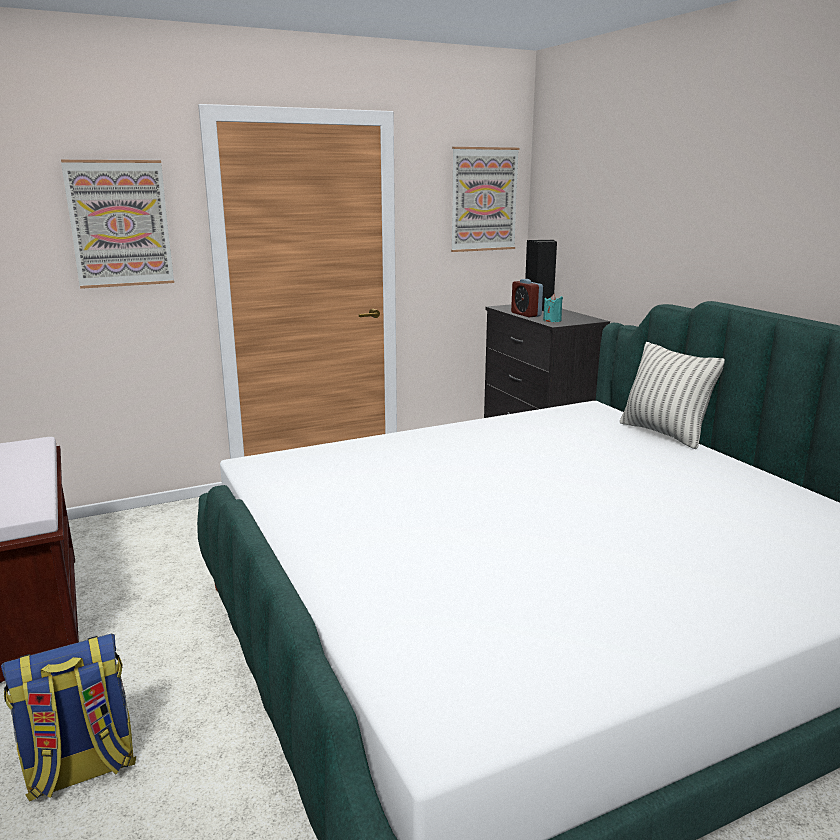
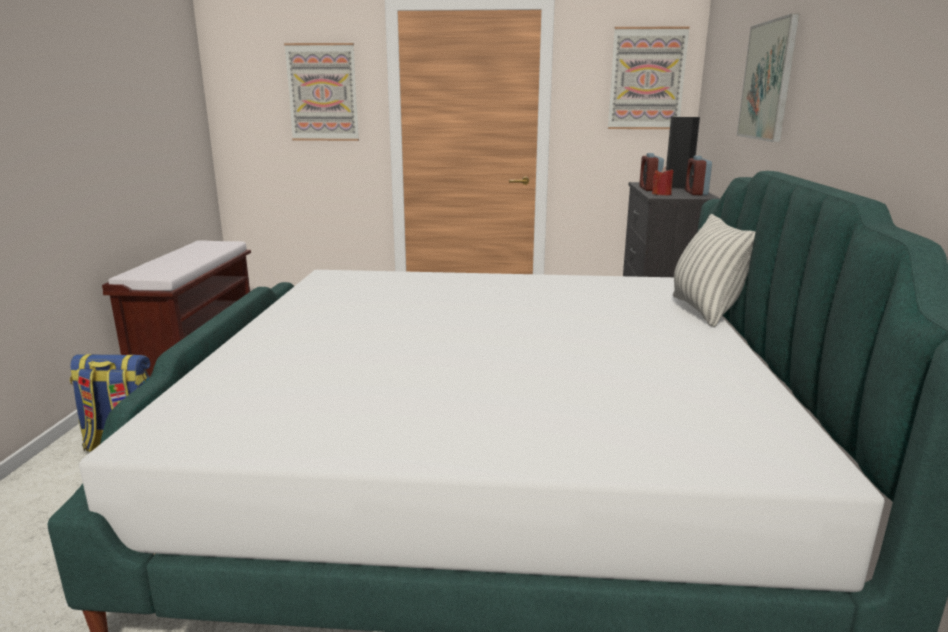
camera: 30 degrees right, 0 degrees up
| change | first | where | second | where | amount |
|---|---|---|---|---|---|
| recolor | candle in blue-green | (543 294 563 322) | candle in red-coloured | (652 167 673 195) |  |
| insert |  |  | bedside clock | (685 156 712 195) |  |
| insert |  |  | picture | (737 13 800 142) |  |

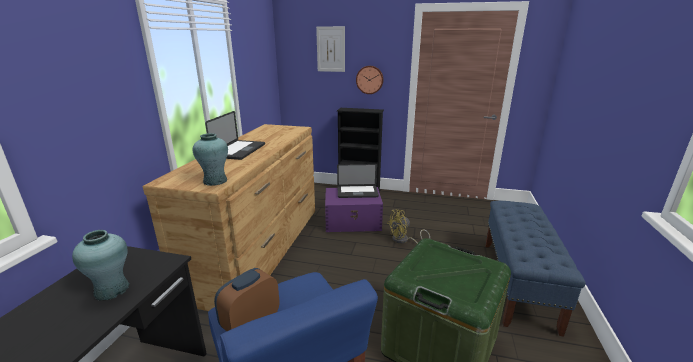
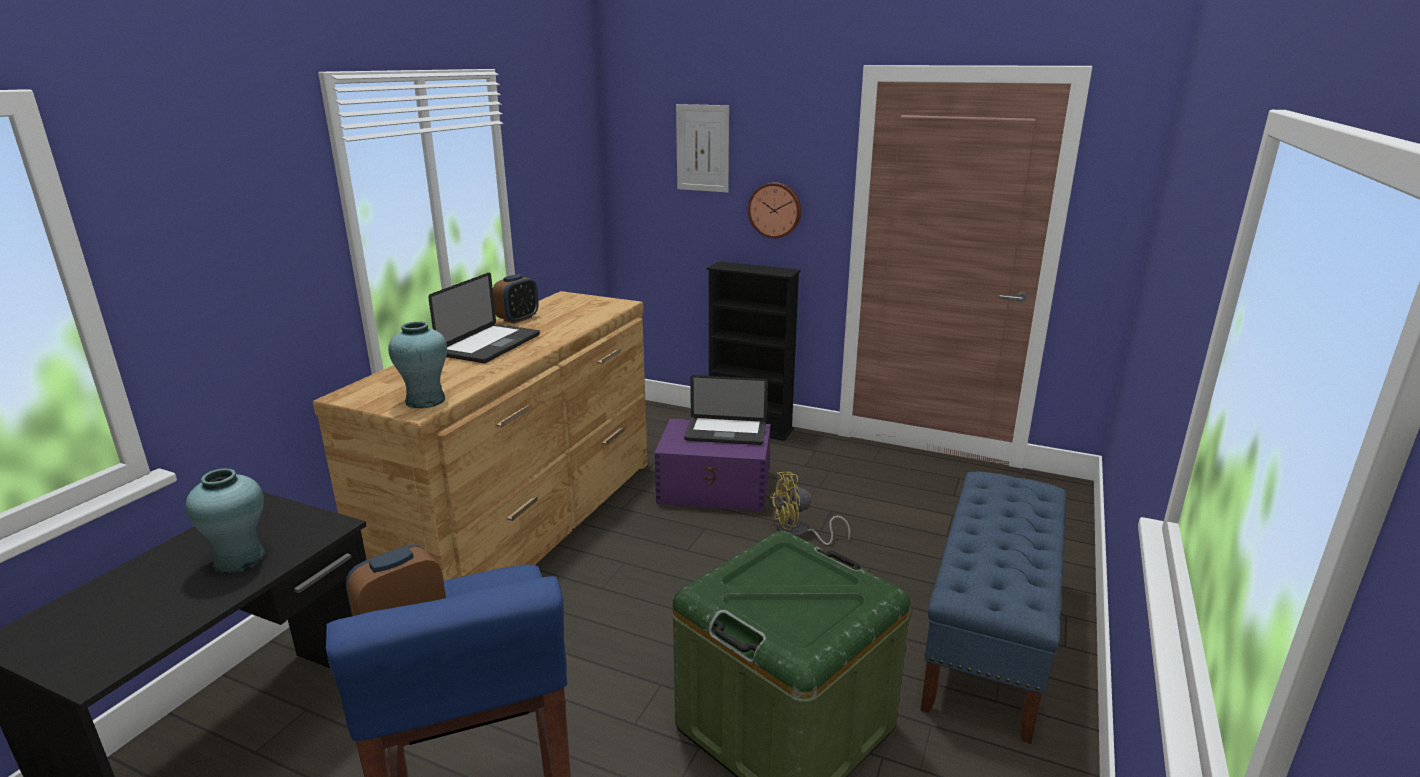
camera: 10 degrees right, 0 degrees up
| change | first | where | second | where | amount |
|---|---|---|---|---|---|
| insert |  |  | bedside clock | (493 274 539 324) |  |

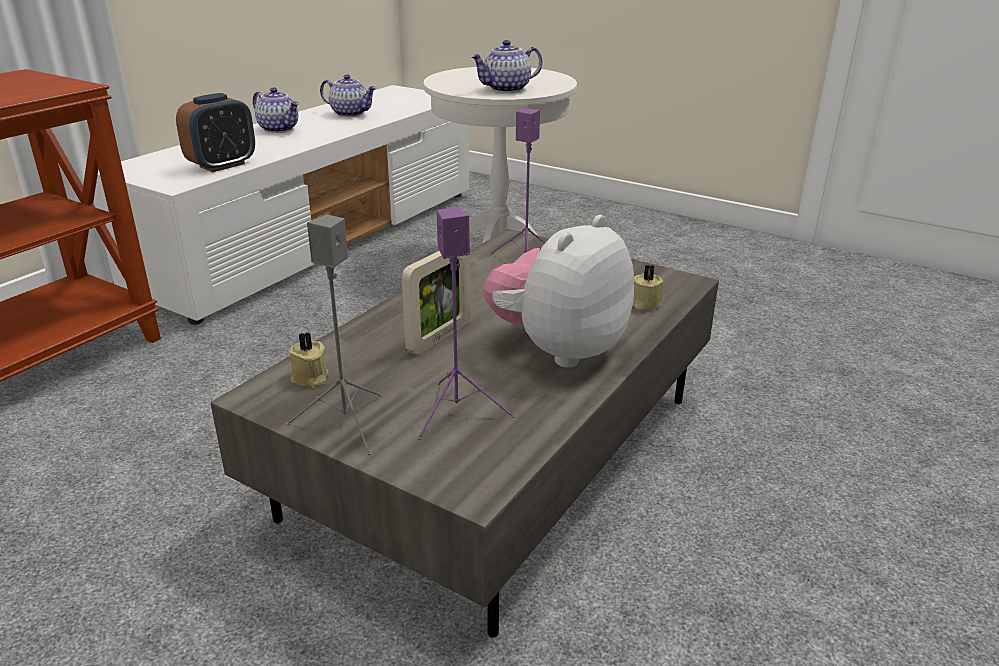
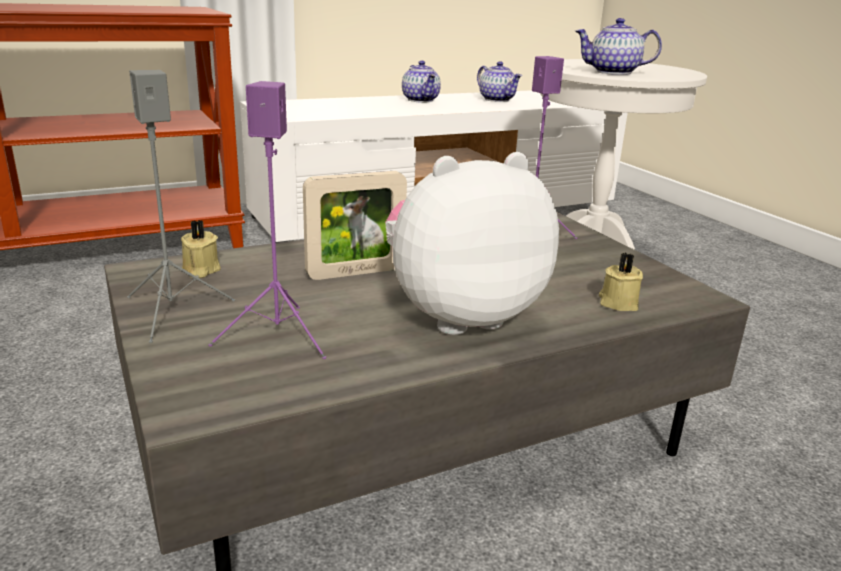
camera: 30 degrees right, 5 degrees down
| change | first | where | second | where | amount |
|---|---|---|---|---|---|
| delete | bedside clock | (176 93 255 172) |  |  |  |

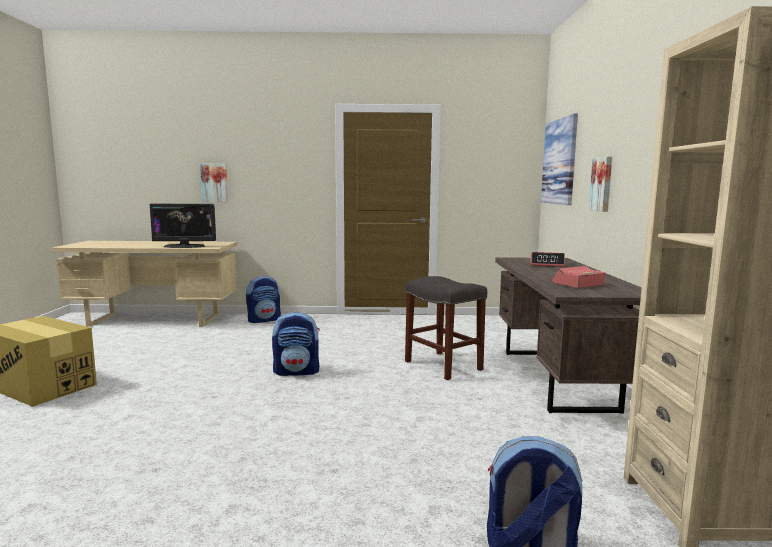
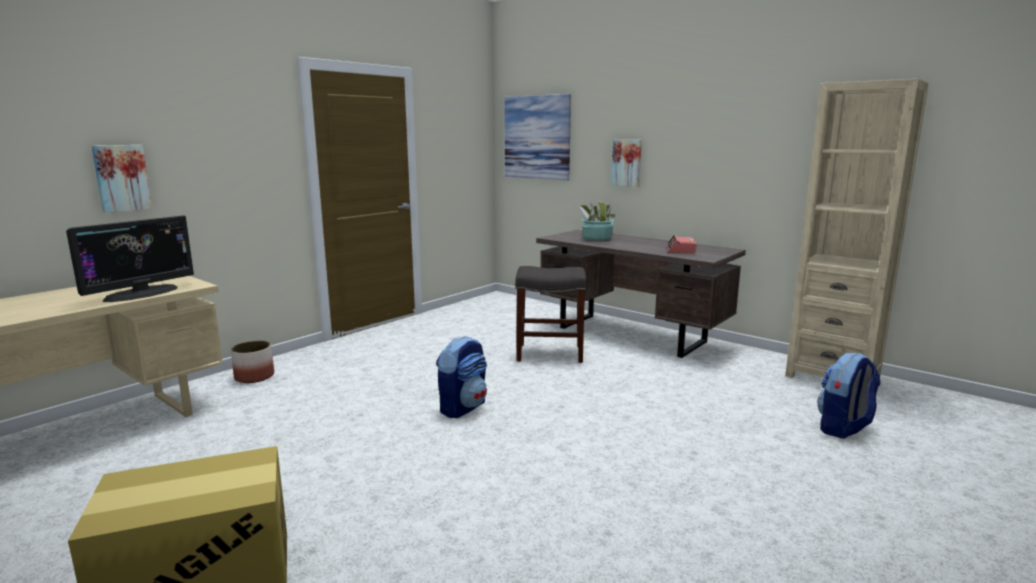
camera: 50 degrees left, 5 degrees up
| change | first | where | second | where | amount |
|---|---|---|---|---|---|
| replace | backpack | (246 276 281 323) | flower pot | (231 341 274 383) |  |
| replace | bedside clock | (530 252 565 267) | plant in a pot | (580 201 616 241) |  |

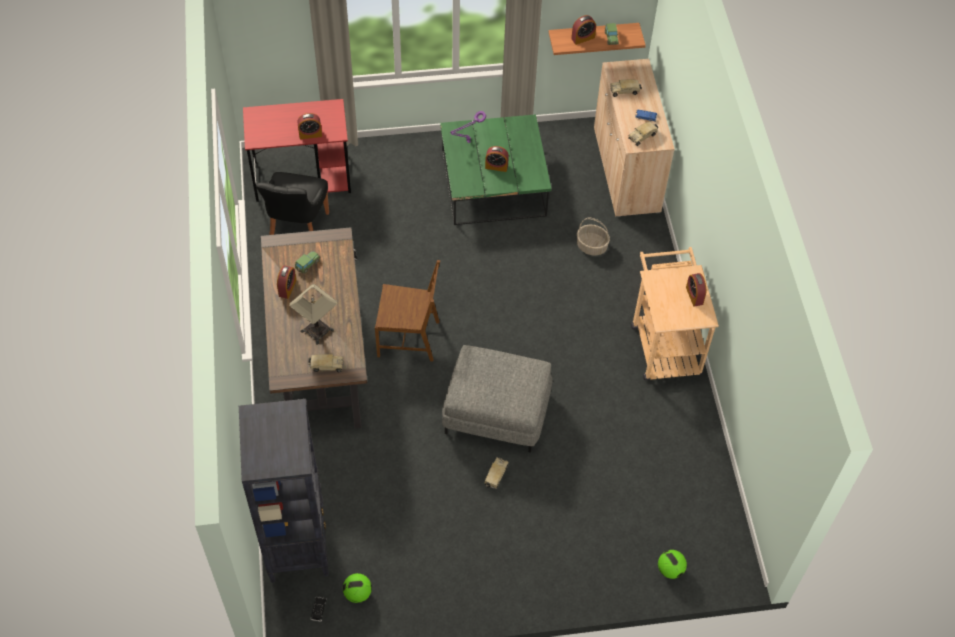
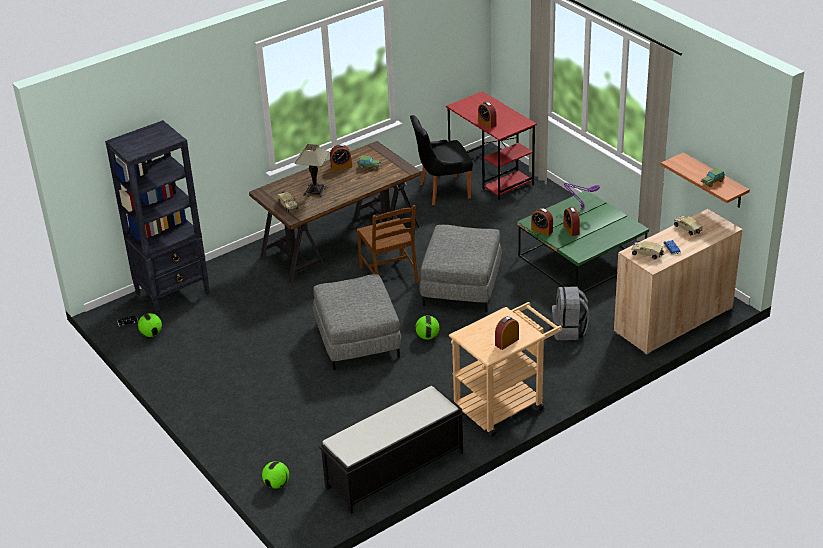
camera: 65 degrees right, 20 degrees down
| change | first | where | second | where | amount |
|---|---|---|---|---|---|
| delete | model truck | (484 457 509 489) |  |  |  |
| move | bedside clock | (571 15 596 45) |  | (531 208 553 236) |  |
| replace | basket | (577 218 610 256) | backpack in greyish | (552 286 589 340) |  |
| insert |  |  | long seat in black-coloured | (319 386 464 514) |  |
| insert |  |  | football | (415 315 440 340) |  |
| insert |  |  | ottoman in greyish | (419 225 502 312) |  |

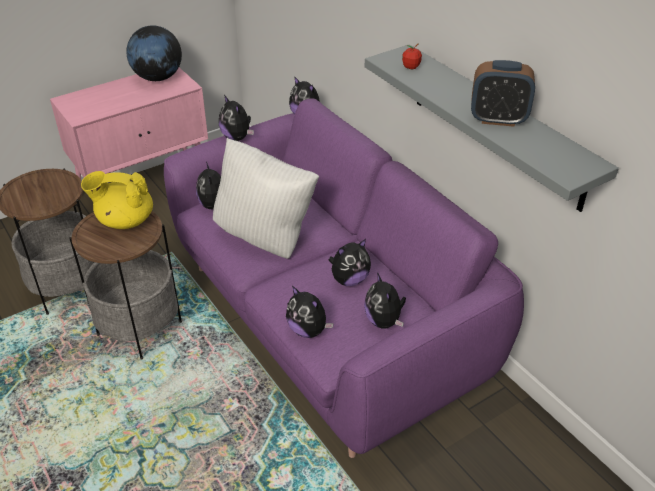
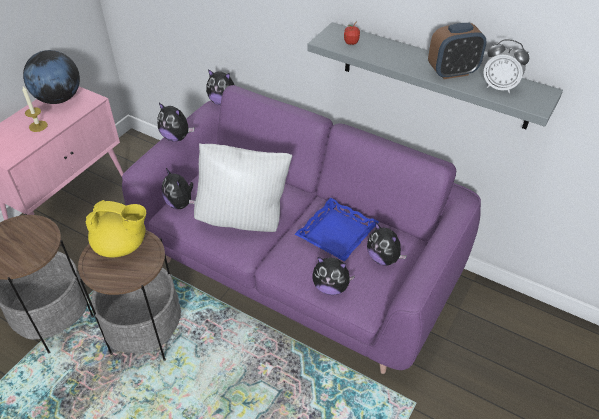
camera: 25 degrees left, 5 degrees up
| change | first | where | second | where | amount |
|---|---|---|---|---|---|
| rotate | tea pot in yellow-coloured | (81 171 153 229) |  | (86 200 146 258) | 150 degrees counterclockwise |
| replace | soft toy | (328 239 371 286) | tray in blue | (295 198 379 262) |  |
| insert |  |  | candle | (22 86 48 132) |  |
| insert |  |  | bedside clock | (483 39 529 94) |  |

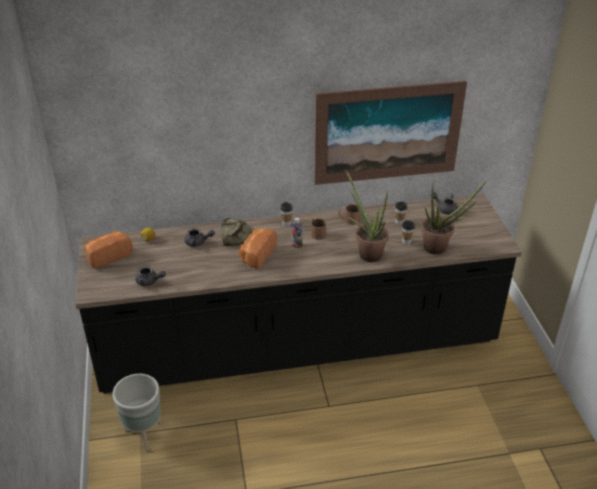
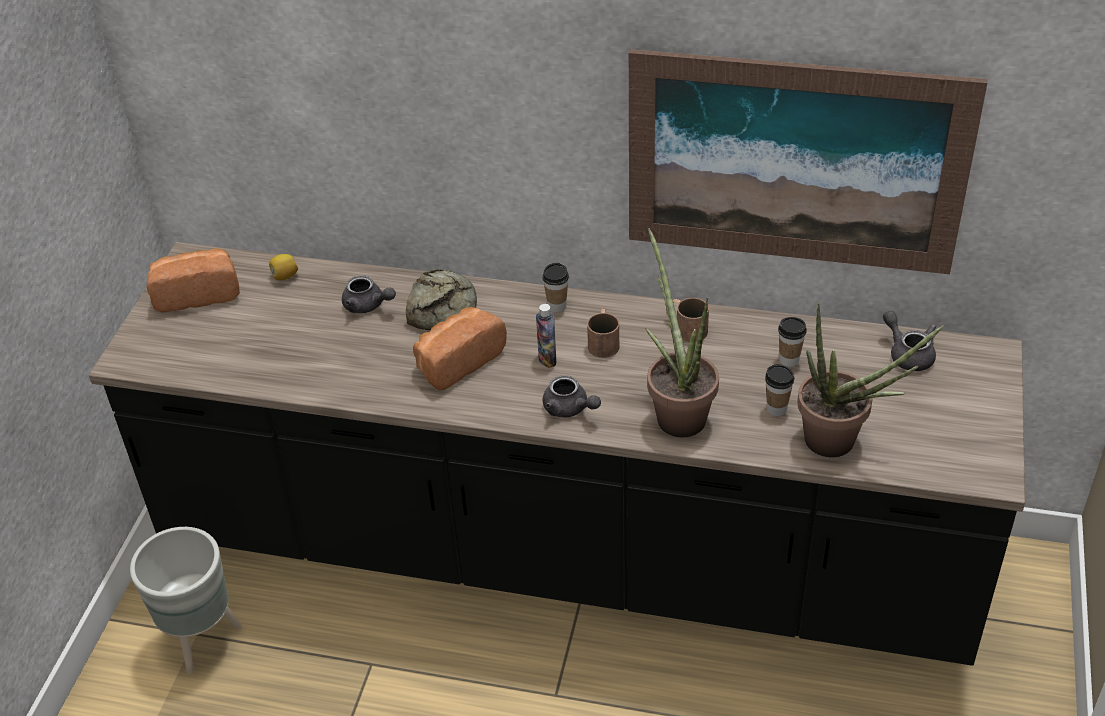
camera: 25 degrees right, 5 degrees up
| change | first | where | second | where | amount |
|---|---|---|---|---|---|
| move | tea pot in greyish | (135 266 166 286) |  | (543 375 601 417) |  |

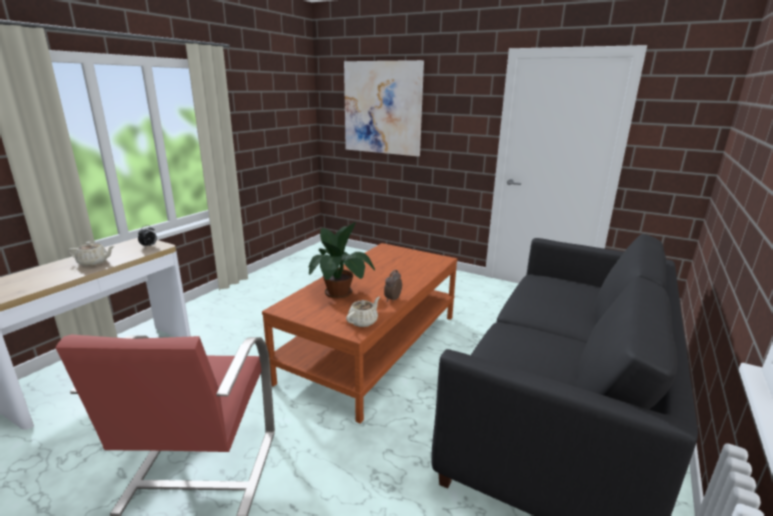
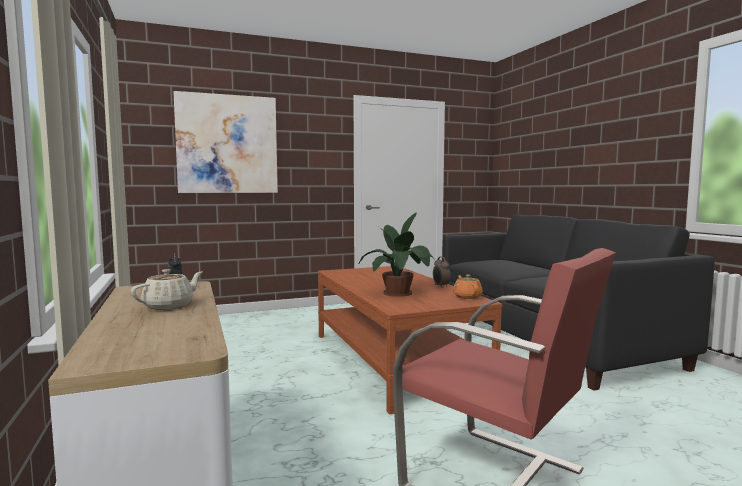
camera: 50 degrees left, 15 degrees down
| change | first | where | second | where | amount |
|---|---|---|---|---|---|
| recolor | tea pot in beige-coloured | (346 297 380 327) | tea pot in orangey | (453 275 483 299) |  |

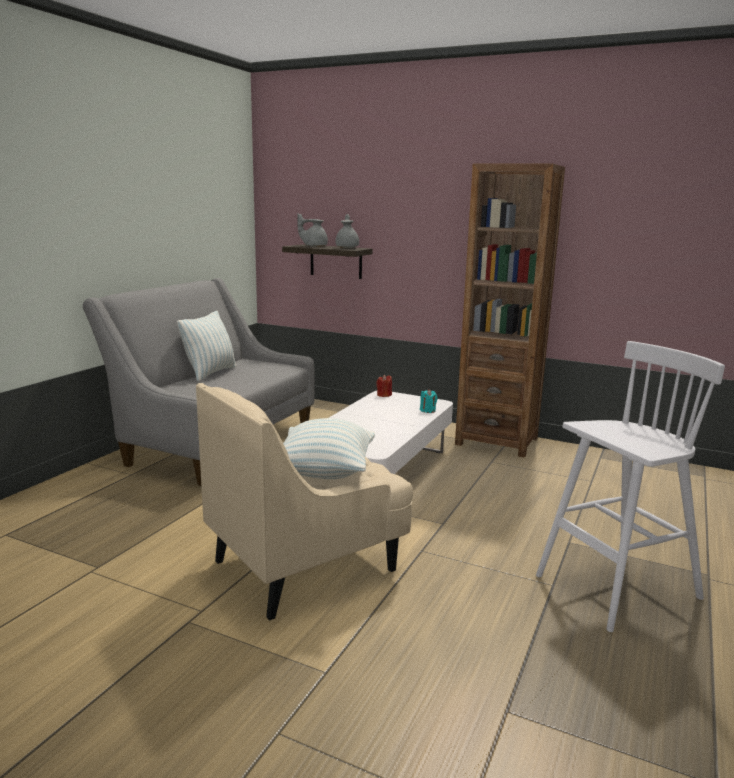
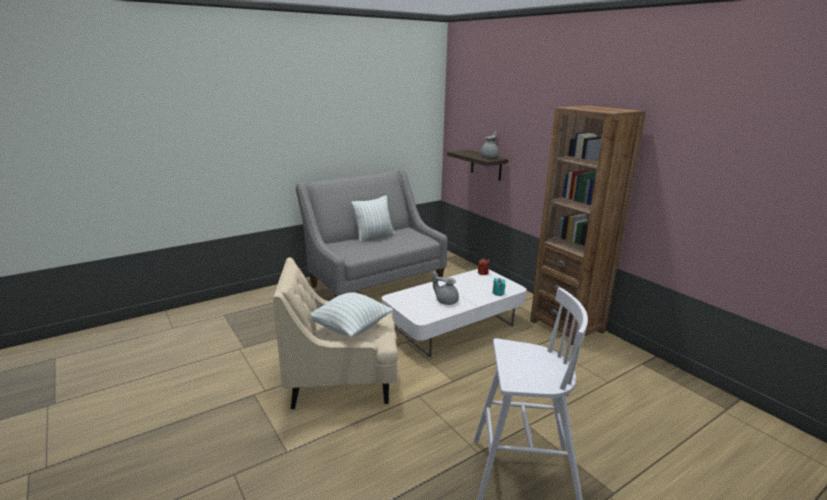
camera: 30 degrees right, 5 degrees up
| change | first | where | second | where | amount |
|---|---|---|---|---|---|
| move | tea pot in greyish | (297 213 328 247) |  | (433 271 459 305) |  |

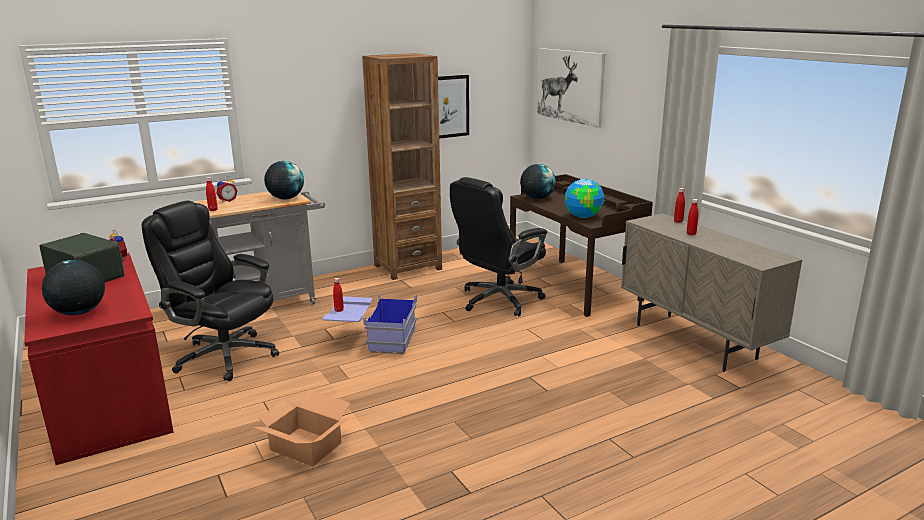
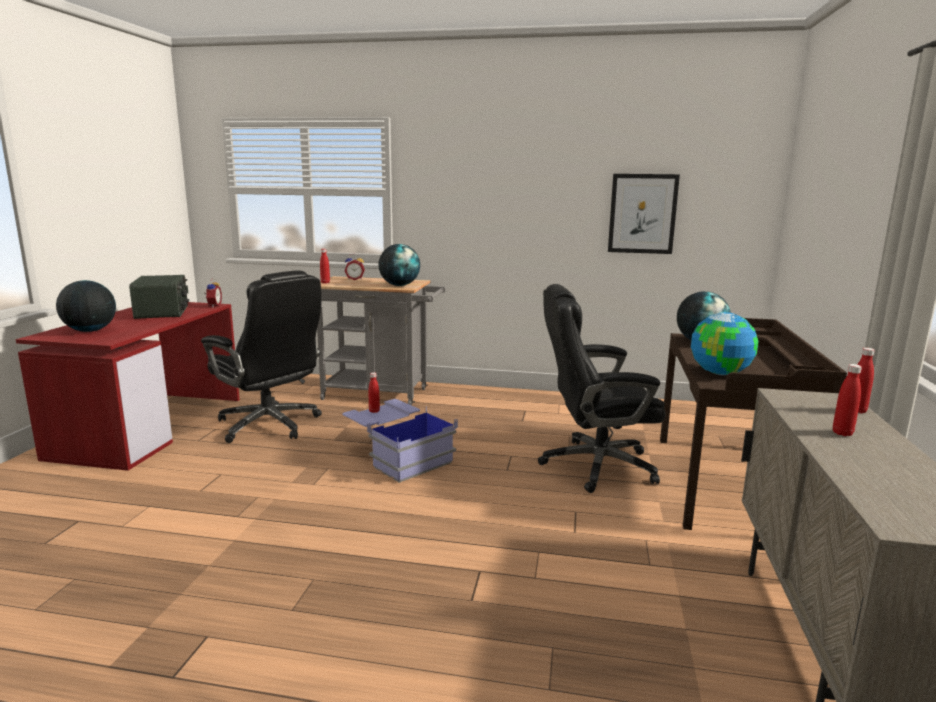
camera: 40 degrees right, 5 degrees down
| change | first | where | second | where | amount |
|---|---|---|---|---|---|
| rotate | desk chair in black-coloured | (142 201 279 381) |  | (201 270 322 443) | 150 degrees clockwise |
| delete | cardboard box | (253 389 350 467) |  |  |  |
| delete | bookshelf in brown-coloured | (362 53 442 280) |  |  |  |
| delete | picture | (537 48 605 128) |  |  |  |

